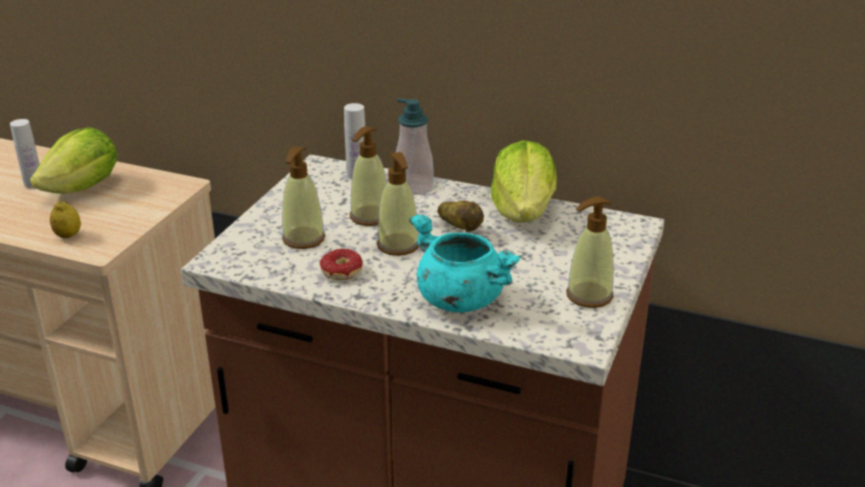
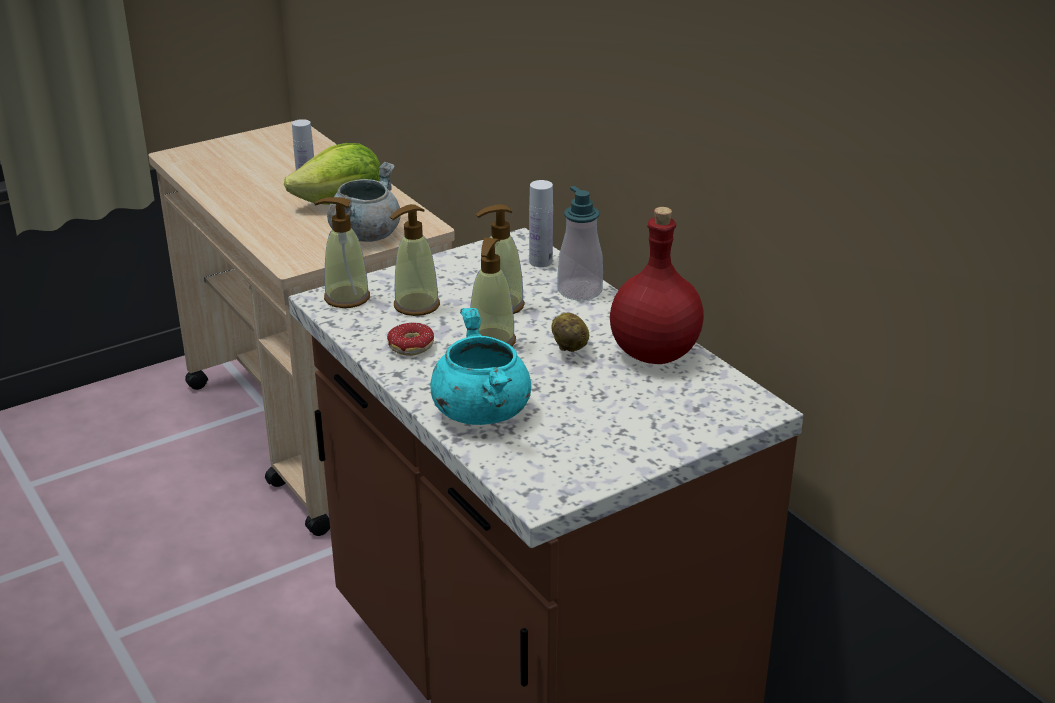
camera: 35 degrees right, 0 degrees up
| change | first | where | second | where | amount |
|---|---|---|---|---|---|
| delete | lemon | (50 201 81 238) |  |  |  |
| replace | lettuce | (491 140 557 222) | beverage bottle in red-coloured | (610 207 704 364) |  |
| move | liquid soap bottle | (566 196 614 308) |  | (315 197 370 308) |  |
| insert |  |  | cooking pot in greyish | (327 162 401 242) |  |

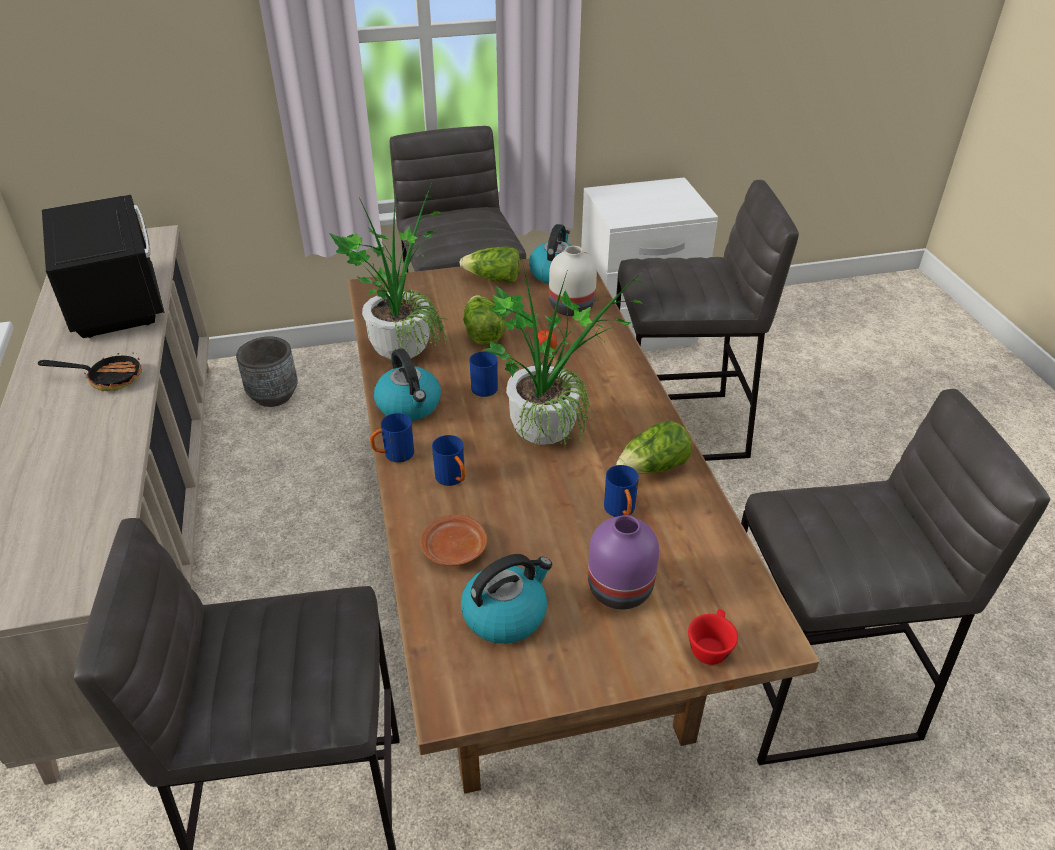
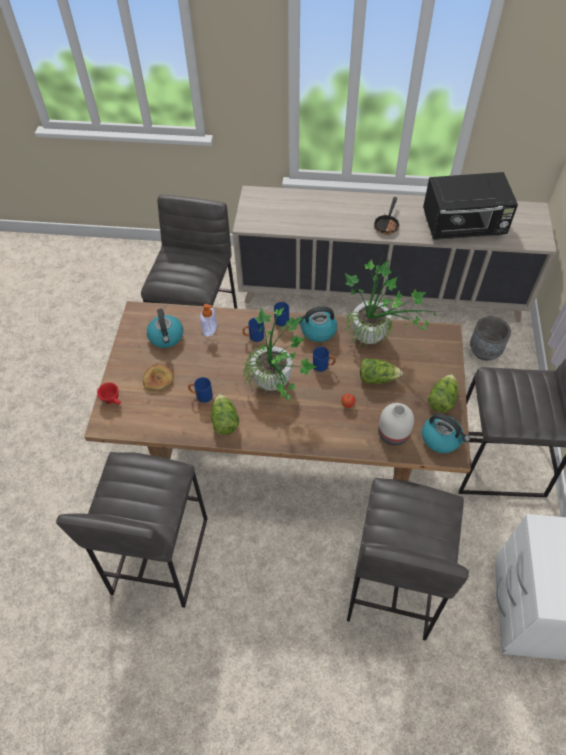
camera: 110 degrees right, 15 degrees up
| change | first | where | second | where | amount |
|---|---|---|---|---|---|
| replace | flat dish in brown-coloured | (420 515 487 566) | liquid soap bottle | (200 304 217 337) |  |
| replace | vase in purple-coloured | (588 515 659 609) | baked bread | (143 364 174 391) |  |

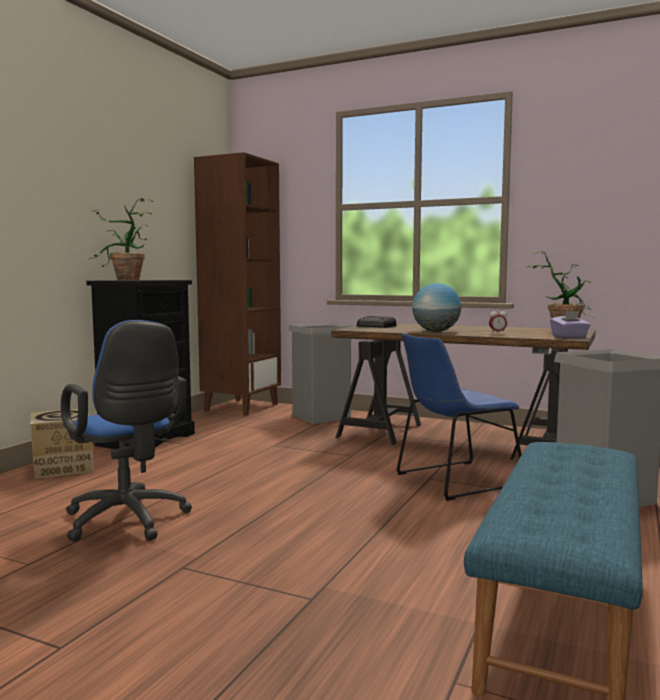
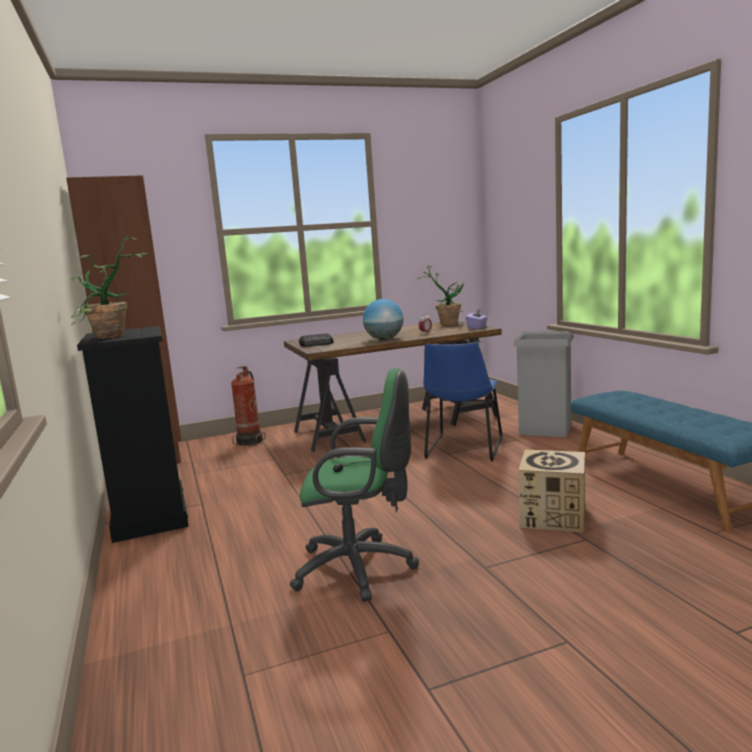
camera: 45 degrees left, 5 degrees up
| change | first | where | second | where | amount |
|---|---|---|---|---|---|
| move | cardboard box | (30 409 94 479) |  | (518 450 585 532) |  |
| recolor | desk chair in blue | (61 320 192 542) | desk chair in greenish | (290 368 419 602) |  |
| replace | rubbish bin in greyish | (288 323 352 424) | fire extinguisher | (231 366 266 446) |  |

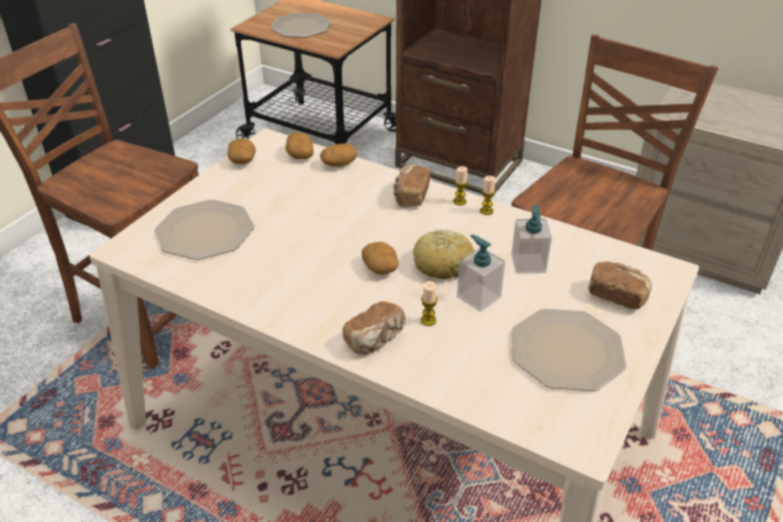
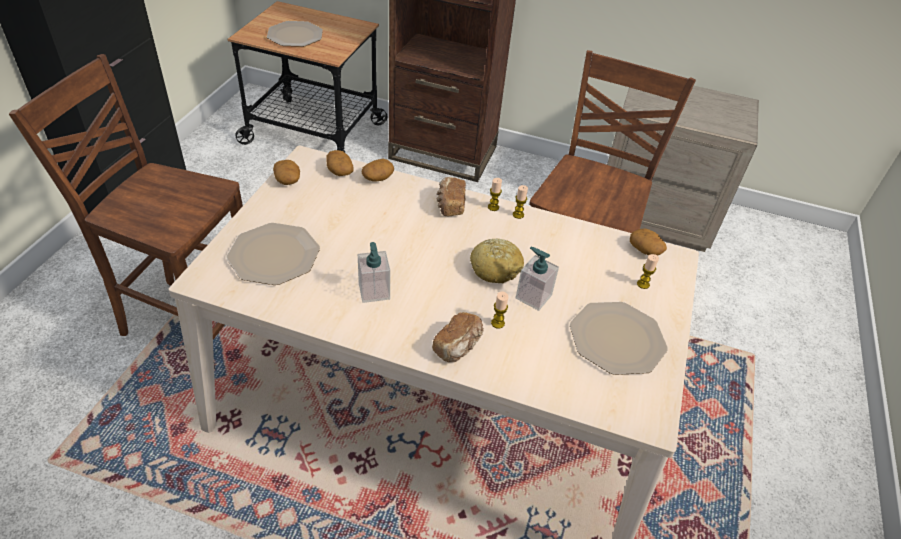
camera: 15 degrees left, 5 degrees up
| change | first | where | second | where | amount |
|---|---|---|---|---|---|
| move | spud | (362 242 399 275) |  | (630 228 667 256) |  |
| move | liquid soap bottle | (511 205 552 274) |  | (358 242 390 303) |  |
| replace | baked bread | (588 261 652 309) | candle | (637 254 659 289) |  |

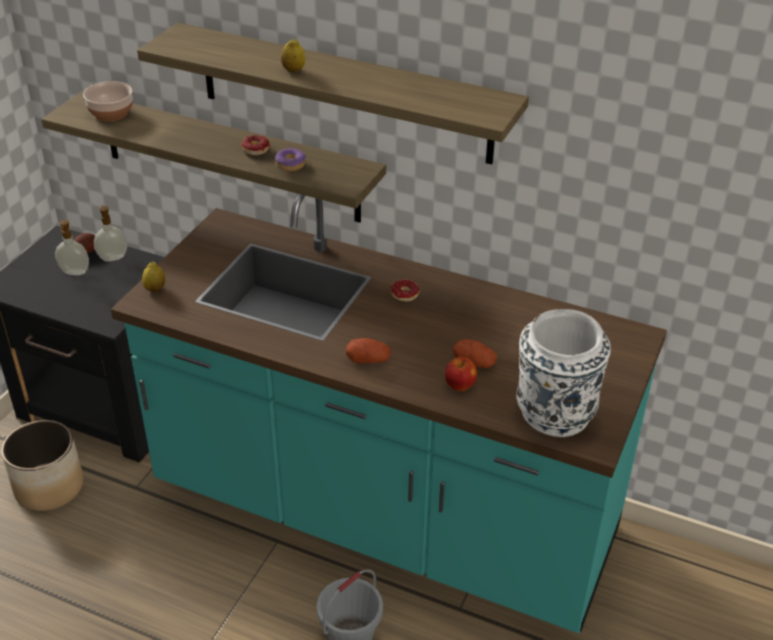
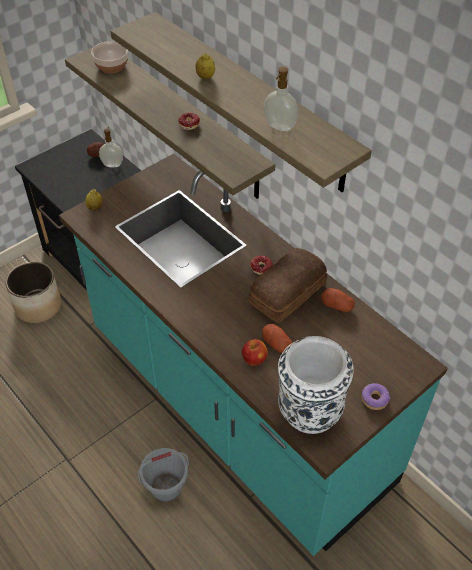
camera: 25 degrees right, 10 degrees up
| change | first | where | second | where | amount |
|---|---|---|---|---|---|
| move | liquid soap bottle | (55 220 89 275) |  | (264 67 298 131) |  |
| move | donut | (275 148 306 171) |  | (362 383 390 410) |  |
| move | spud | (346 338 391 363) |  | (321 288 355 312) |  |
| insert |  |  | baked bread | (248 248 327 323) |  |

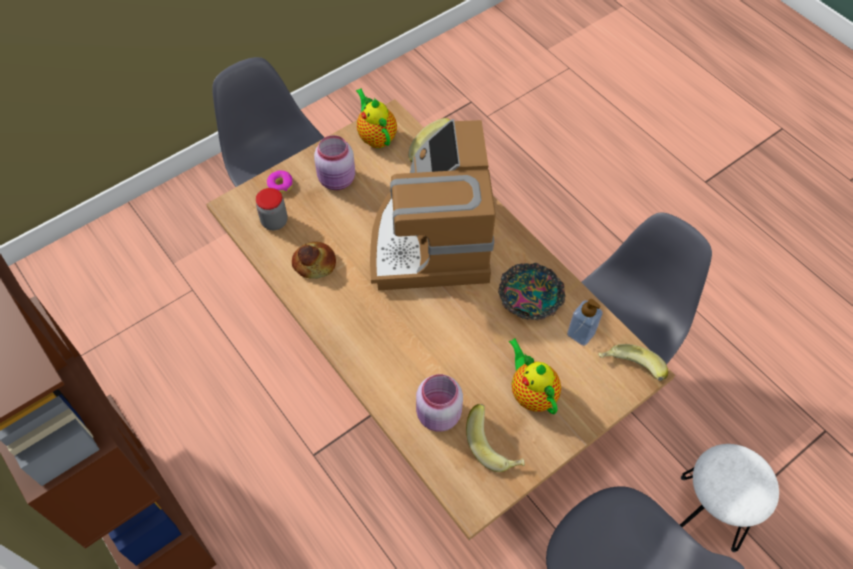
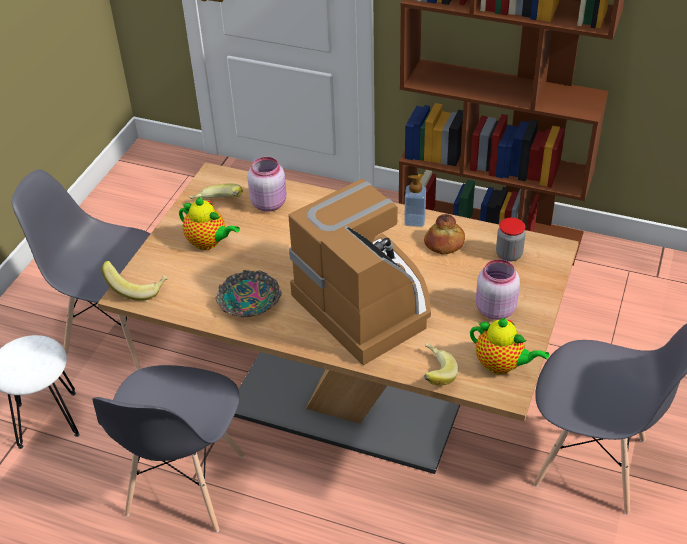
camera: 150 degrees right, 15 degrees down
| change | first | where | second | where | amount |
|---|---|---|---|---|---|
| delete | donut | (267 170 293 194) |  |  |  |
| move | liquid soap bottle | (567 299 603 346) |  | (404 175 426 227) |  |

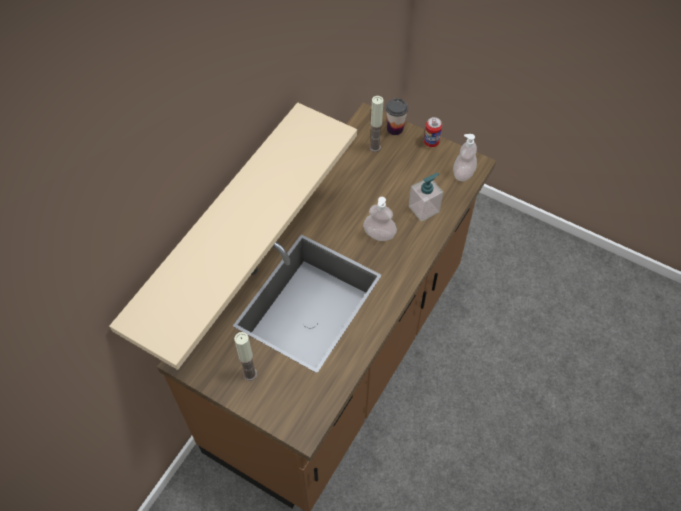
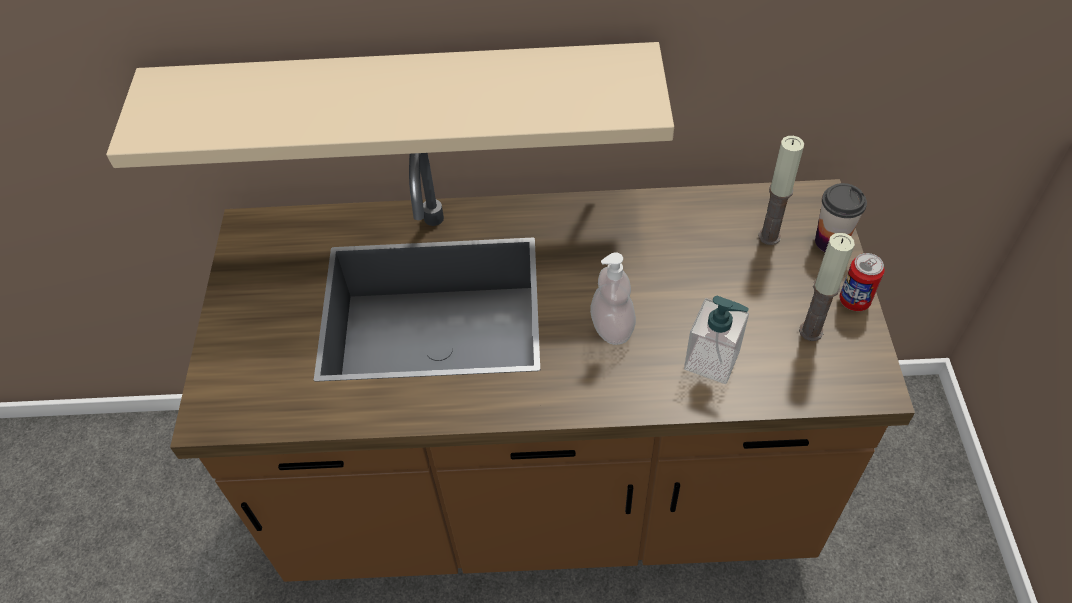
camera: 60 degrees right, 5 degrees down
| change | first | where | second | where | amount |
|---|---|---|---|---|---|
| move | candle | (234 332 257 381) |  | (799 233 855 341) |  |
| delete | liquid soap bottle | (453 134 477 181) |  |  |  |

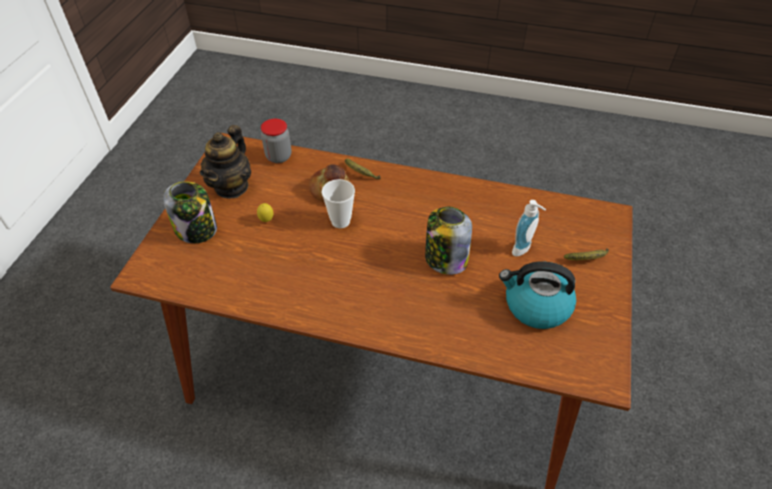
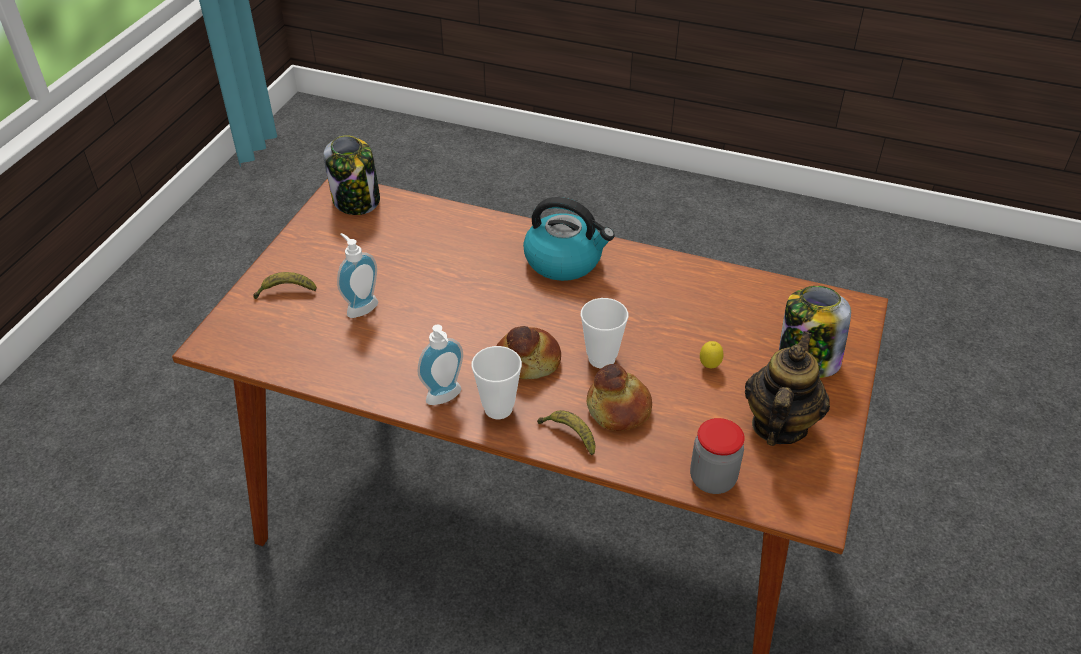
camera: 175 degrees left, 5 degrees down
| change | first | where | second | where | amount |
|---|---|---|---|---|---|
| move | preserve jar | (425 207 472 275) |  | (324 135 380 215) |  |
| move | kettle | (499 261 576 329) |  | (523 197 615 281) |  |
| insert |  |  | liquid soap bottle | (418 325 463 405) |  |
| insert |  |  | small cup | (471 346 522 419) |  |
| insert |  |  | baked bread | (496 326 561 379) |  |

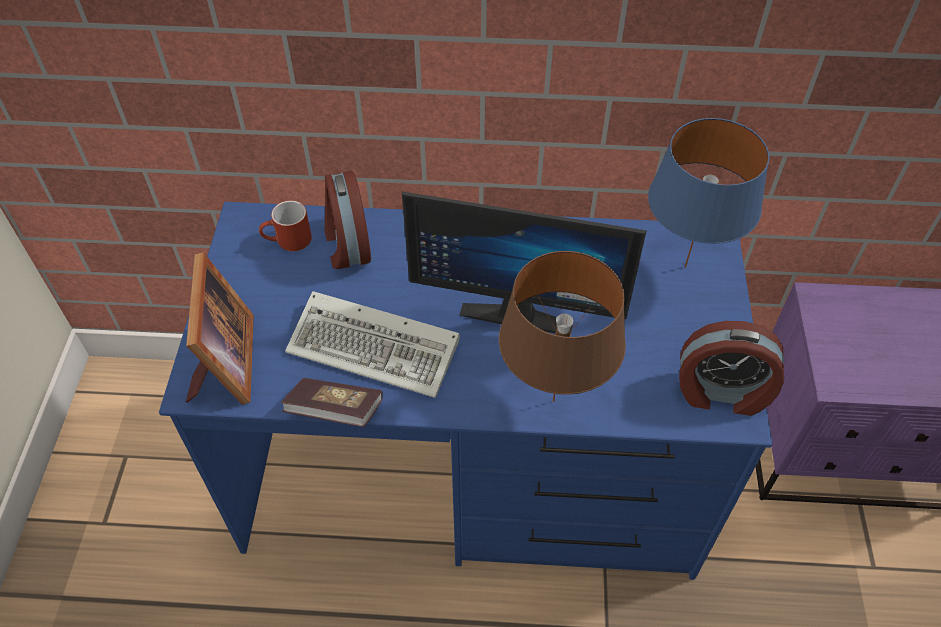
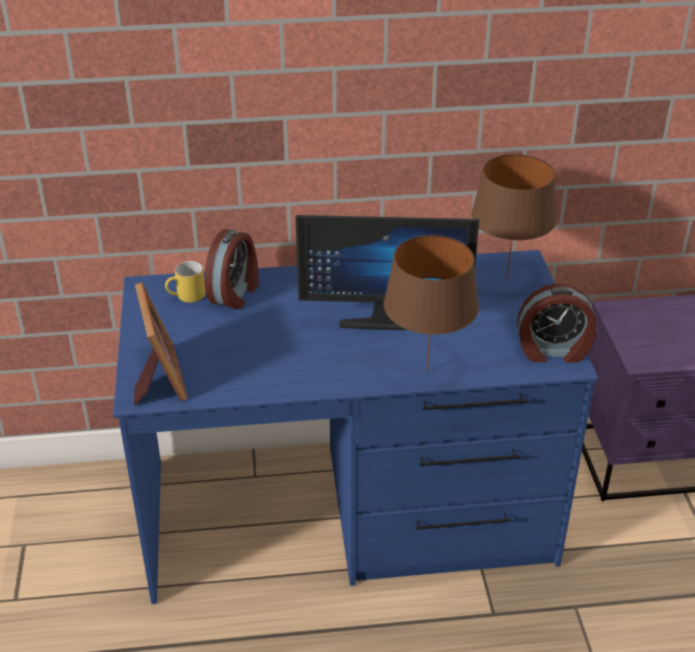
camera: 10 degrees left, 15 degrees down
| change | first | where | second | where | amount |
|---|---|---|---|---|---|
| recolor | coffee mug in red-coloured | (259 200 312 251) | coffee mug in yellow-coloured | (165 261 206 302) |  |
| delete | volume | (281 378 383 427) |  |  |  |
| delete | computer keyboard | (285 291 460 398) |  |  |  |
| rotate | bedside clock | (325 171 371 269) |  | (205 229 259 309) | 135 degrees counterclockwise |
| recolor | table lamp in blue | (648 118 769 268) | table lamp in brown-coloured | (471 154 557 280) |  |

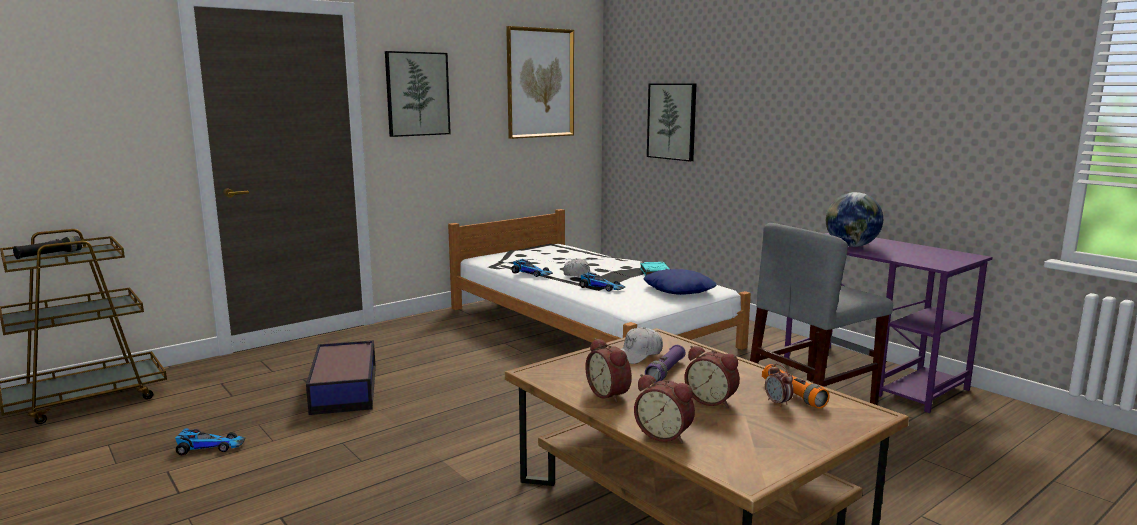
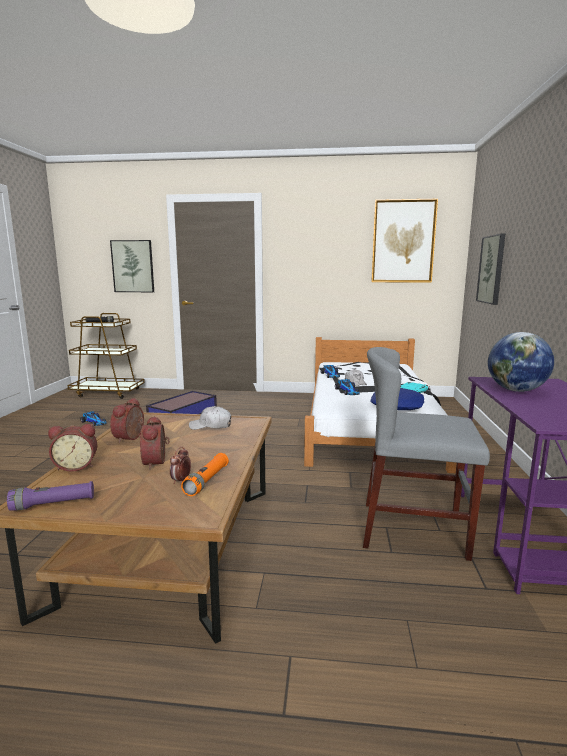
camera: 45 degrees right, 0 degrees up
| change | first | where | second | where | amount |
|---|---|---|---|---|---|
| move | picture | (385 51 451 137) |  | (110 240 154 292) |  |
| rotate | bedside clock | (634 374 695 443) |  | (48 424 97 472) | 90 degrees counterclockwise |
| move | torch in purple-coloured | (645 345 686 383) |  | (7 481 94 511) |  |

